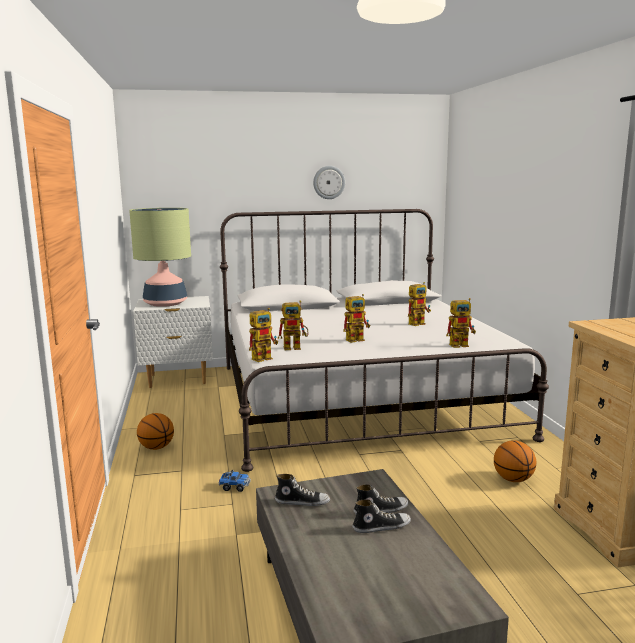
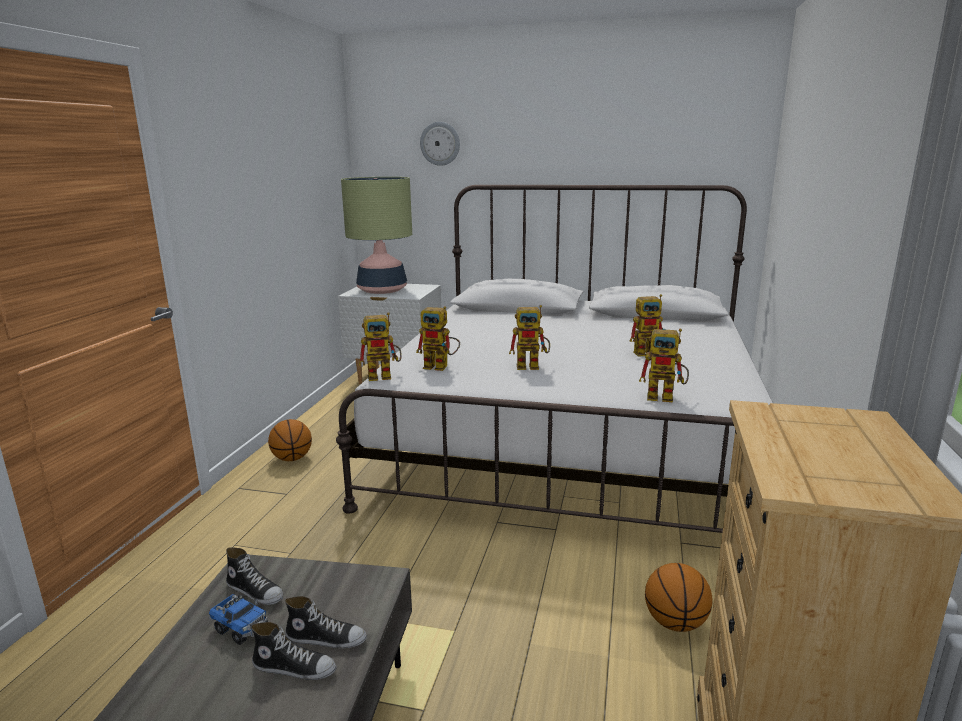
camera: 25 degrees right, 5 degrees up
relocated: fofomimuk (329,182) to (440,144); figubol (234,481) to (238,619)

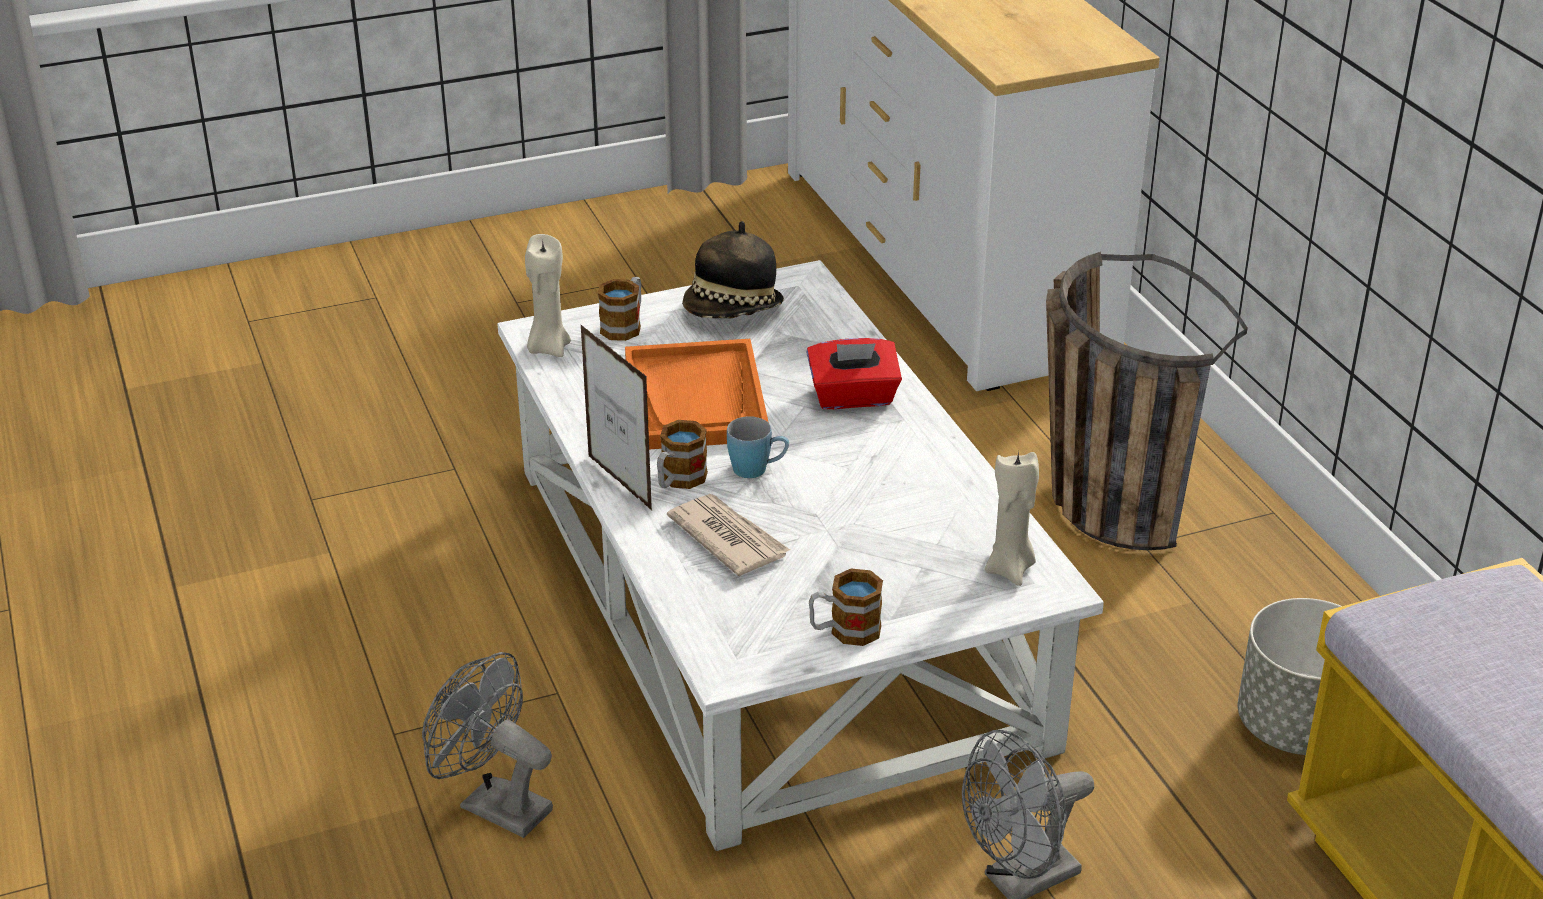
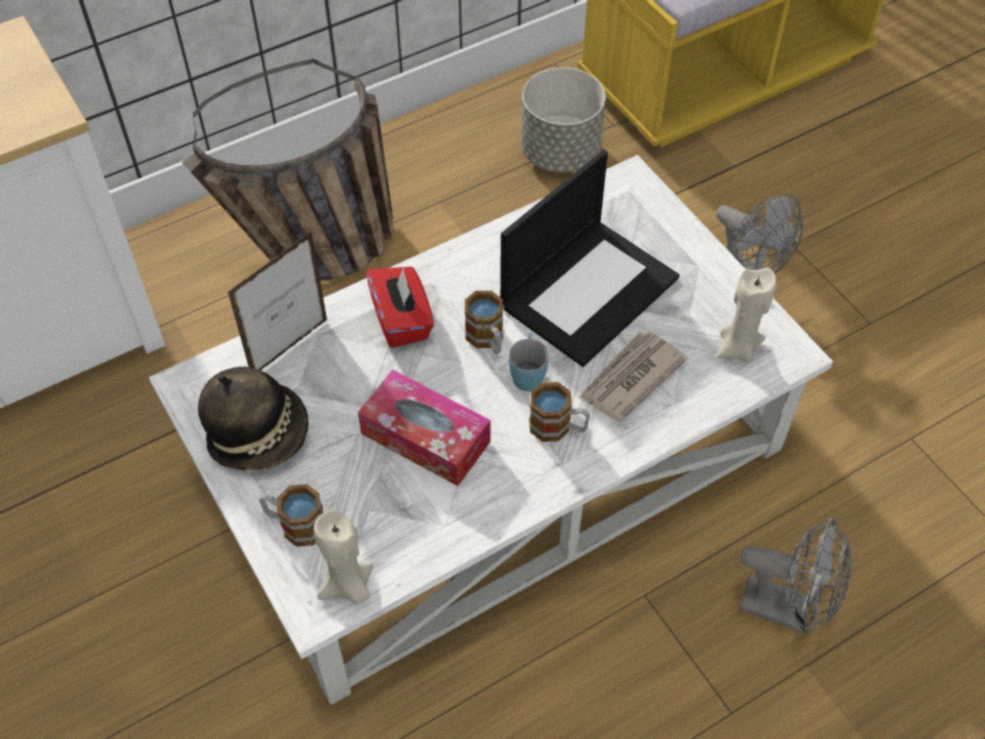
camera: 100 degrees left, 20 degrees up
appeared: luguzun (590,258)
relocated: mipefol (616,417) to (278,301); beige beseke (1012,518) to (747,315); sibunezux (846,607) to (484,322)
exchanged: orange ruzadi (697,394) to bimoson (424,427)
spun: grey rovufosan (487,745) = (795,575) 90 degrees counterclockwise

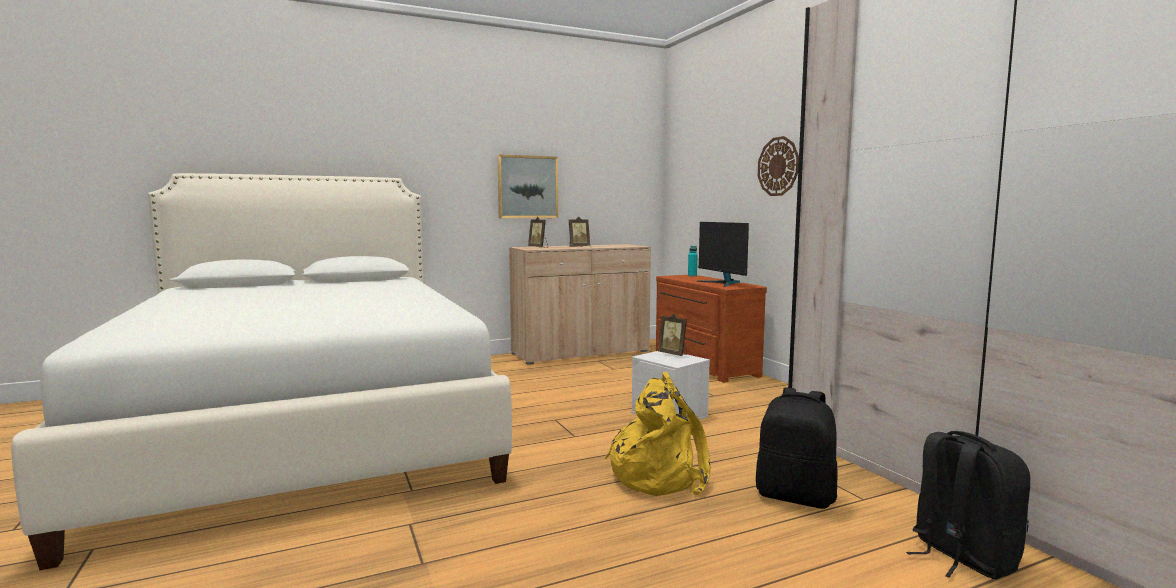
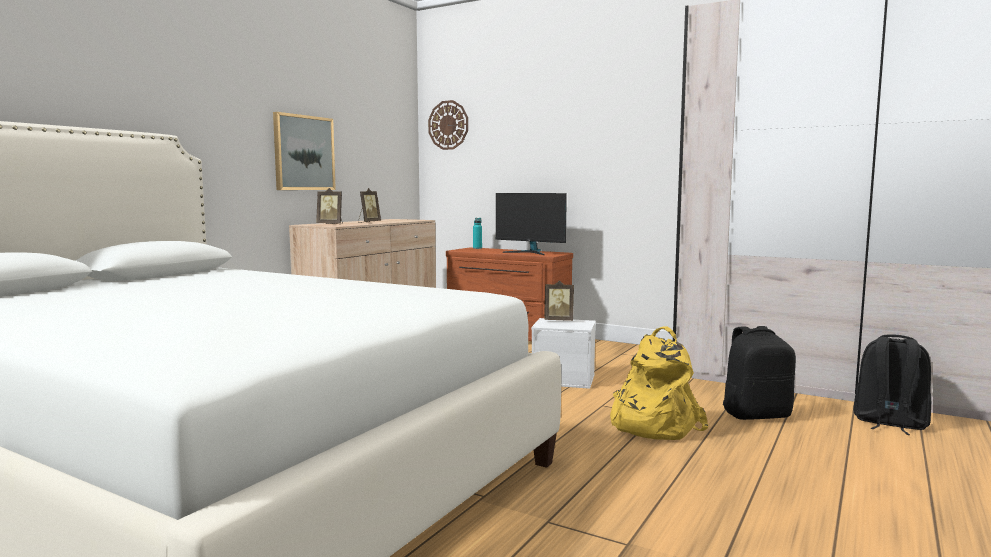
camera: 35 degrees left, 0 degrees up
relocated: fofomimuk (778,166) to (448,125)

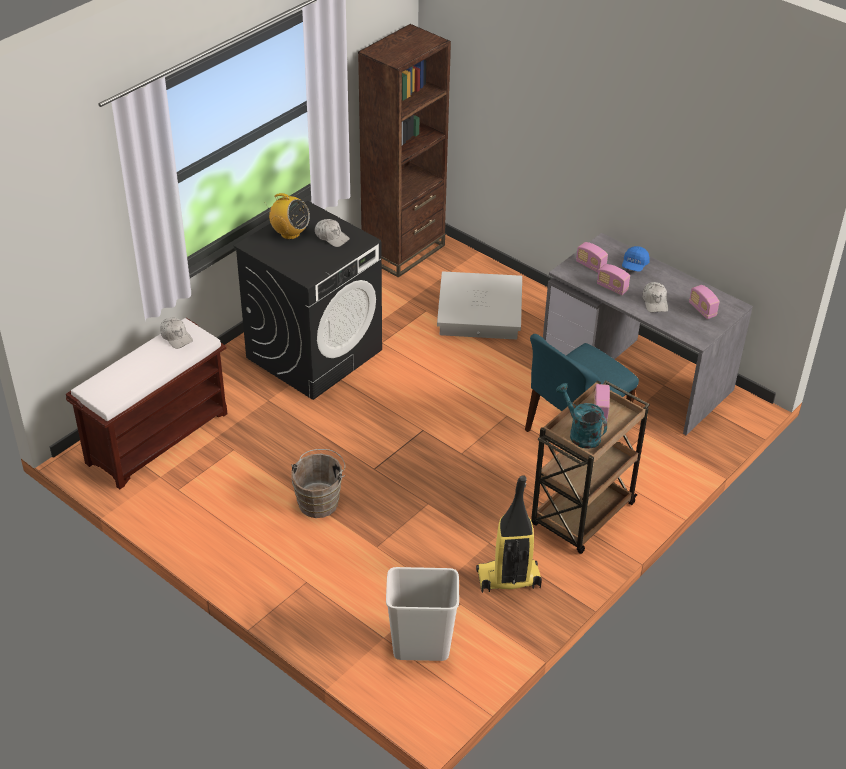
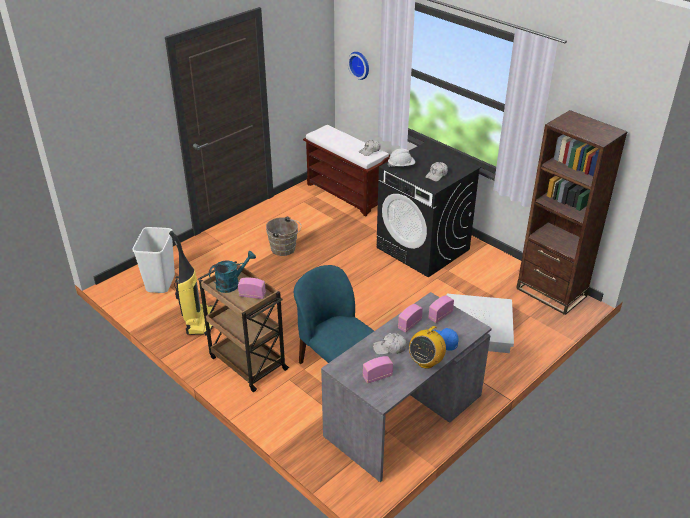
camera: 95 degrees right, 5 degrees down
appeared: fofomimuk (358,66); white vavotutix (401,158)
relocated: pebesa (287,216) to (427,345)

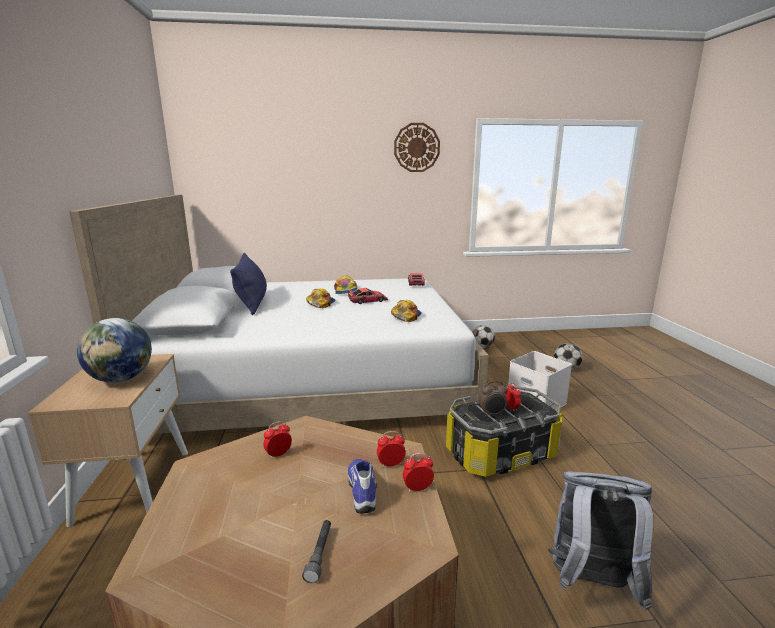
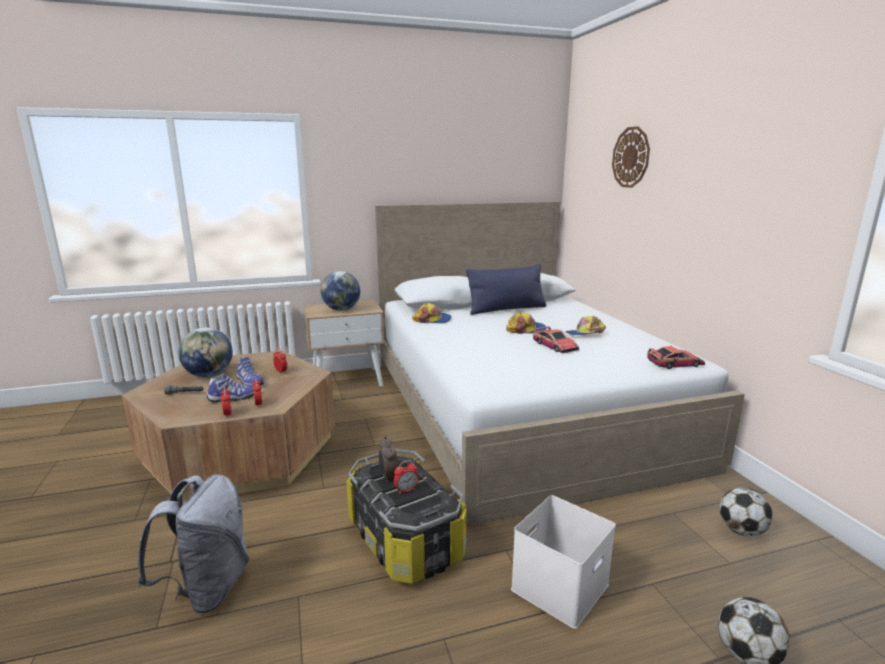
camera: 80 degrees right, 0 degrees up
appeared: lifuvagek (205,352); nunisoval (250,371)
relocated: fofomimuk (417,147) to (631,157); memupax (406,311) to (432,313)

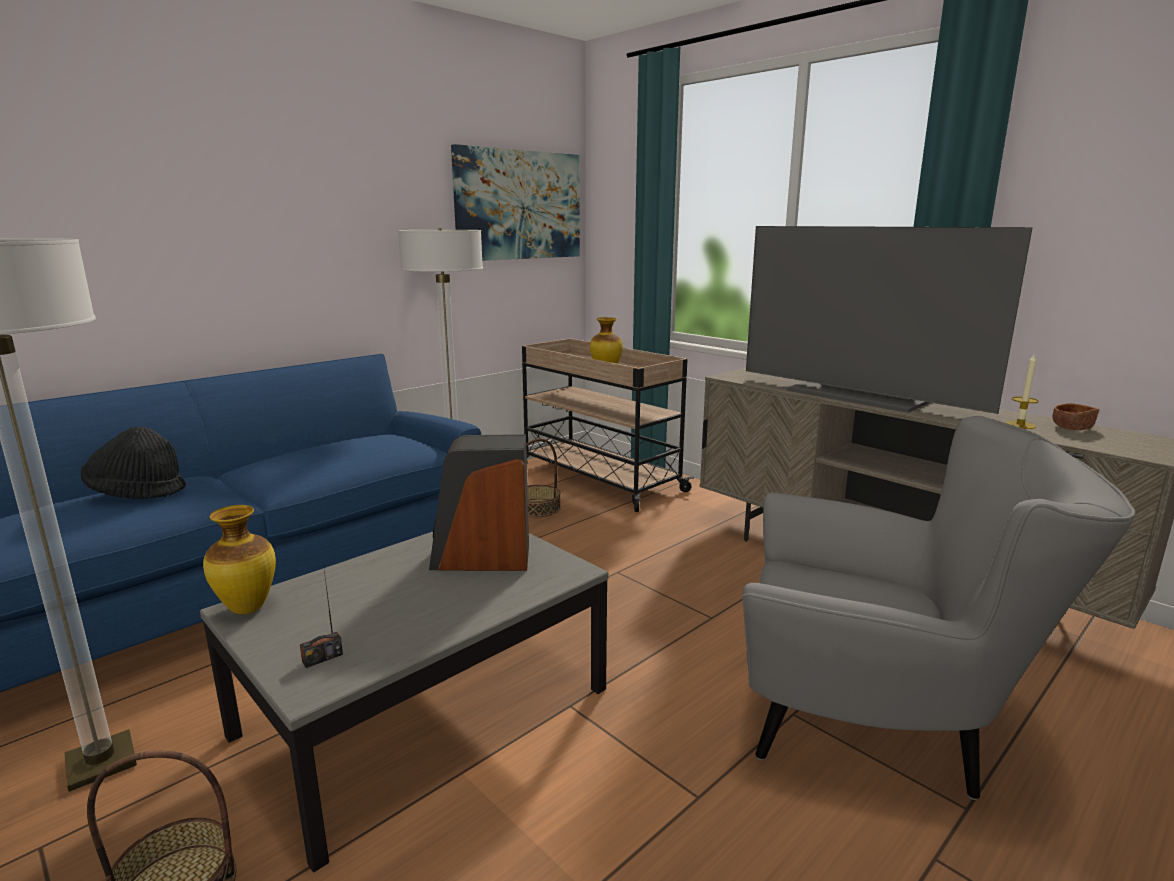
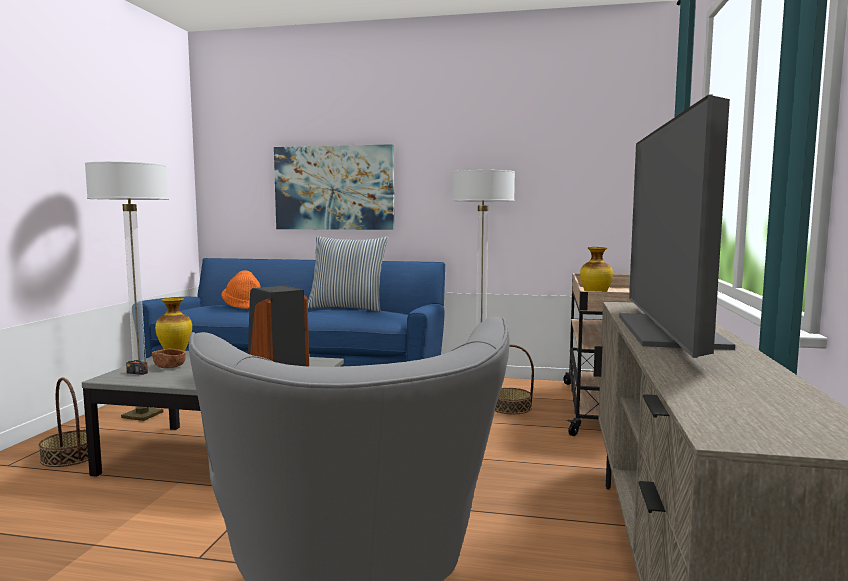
camera: 55 degrees right, 10 degrees down
missing: beseke (1022,392)
appeared: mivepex (348,274)
relocated: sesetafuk (515,202) to (334,187); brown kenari (1076,416) to (168,358)
colour: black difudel (133,462) to orange difudel (241,290)

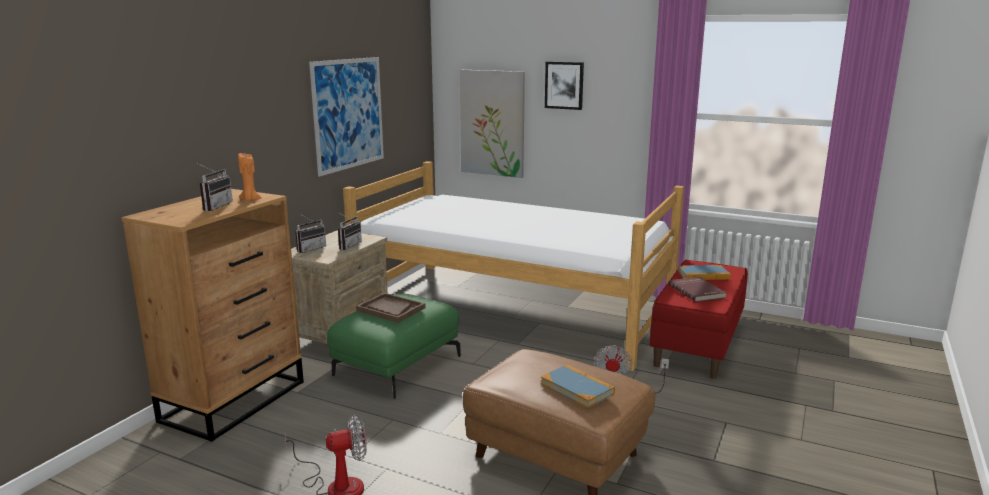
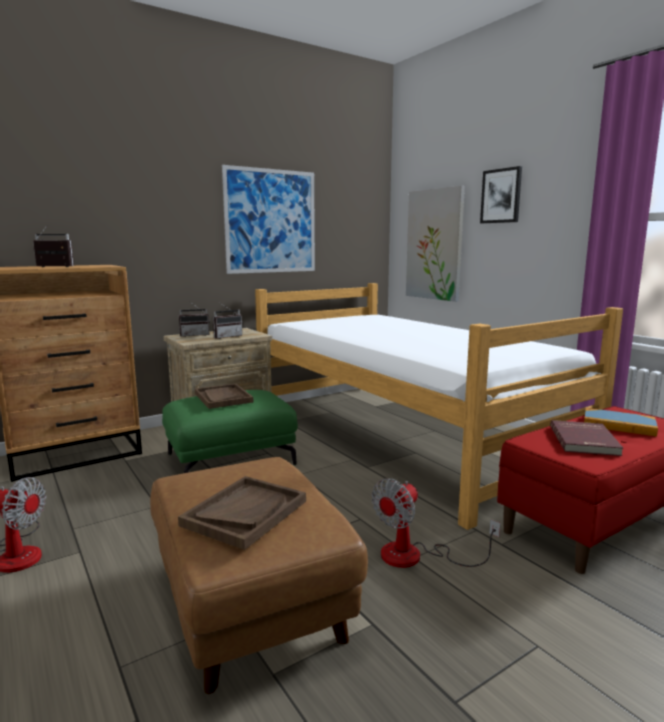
camera: 30 degrees right, 5 degrees down
missing: orange beseke (250,177)
exchanged: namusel (578,386) to brown ruzadi (242,513)
spun: pebesa (215,187) = (53,245) 135 degrees counterclockwise

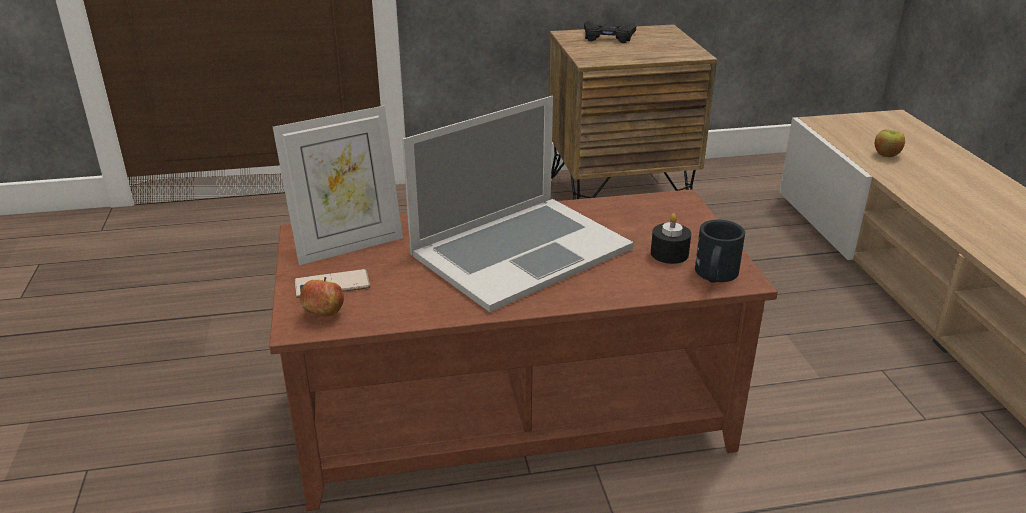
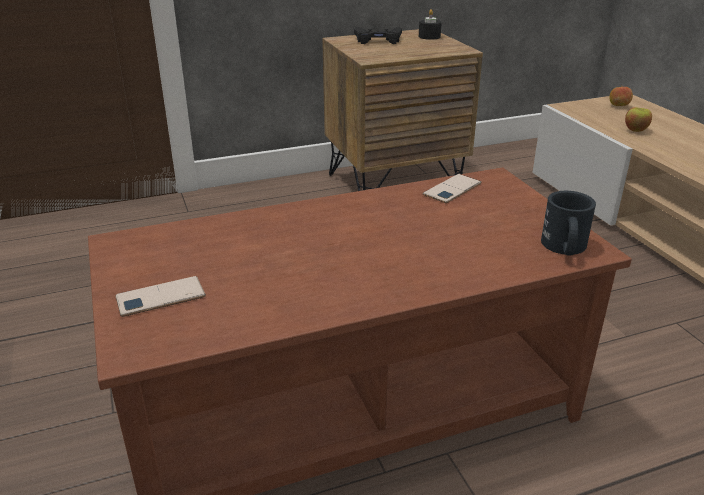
camera: 10 degrees left, 0 degrees up
missing: luguzun (517,204); mipefol (338,185)
appeared: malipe (452,188)
relocated: black beseke (671,238) to (430,24); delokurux (322,296) to (621,96)

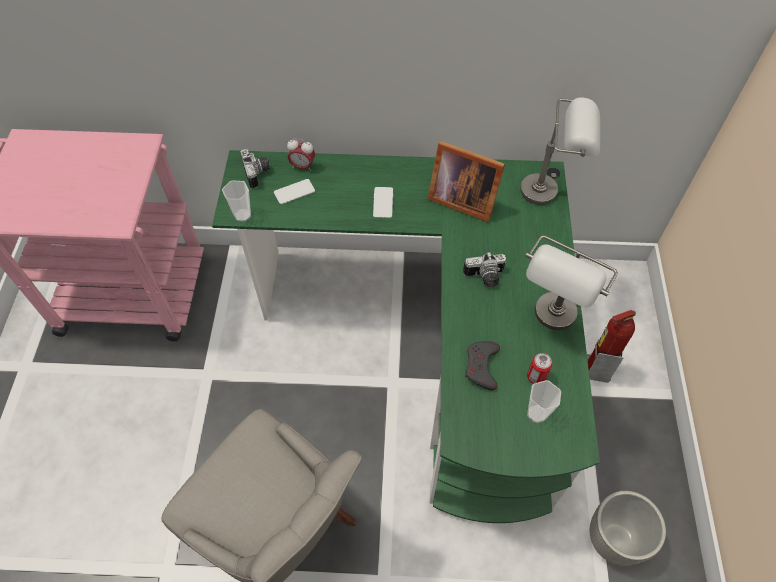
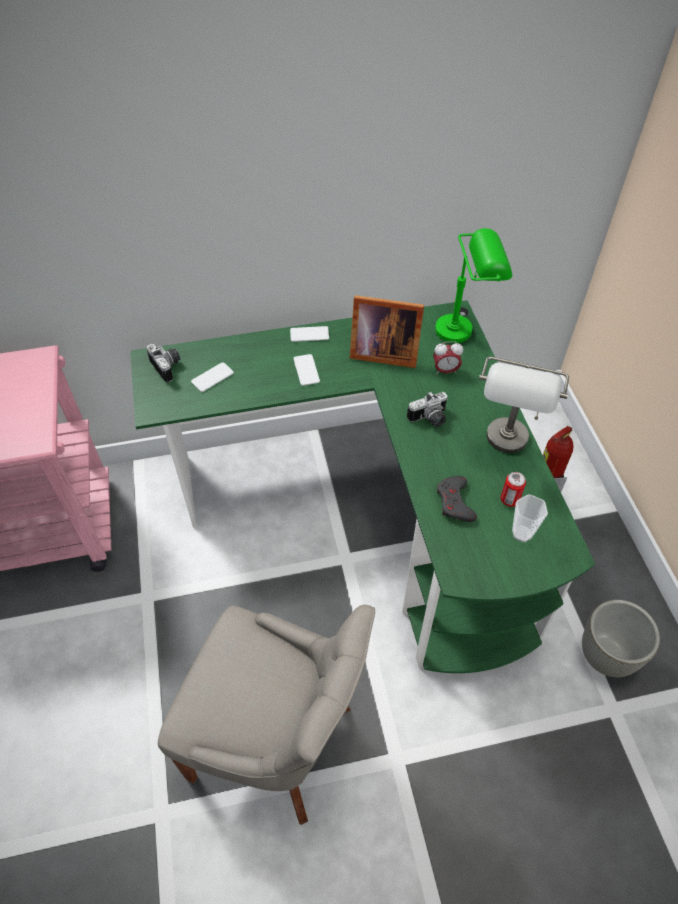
camera: 15 degrees left, 5 degrees down
missing: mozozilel (236,201)
appeared: malipe (309,334)
relocated: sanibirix (301,155) to (448,358)
colour: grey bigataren (560,151) to green bigataren (473,285)

